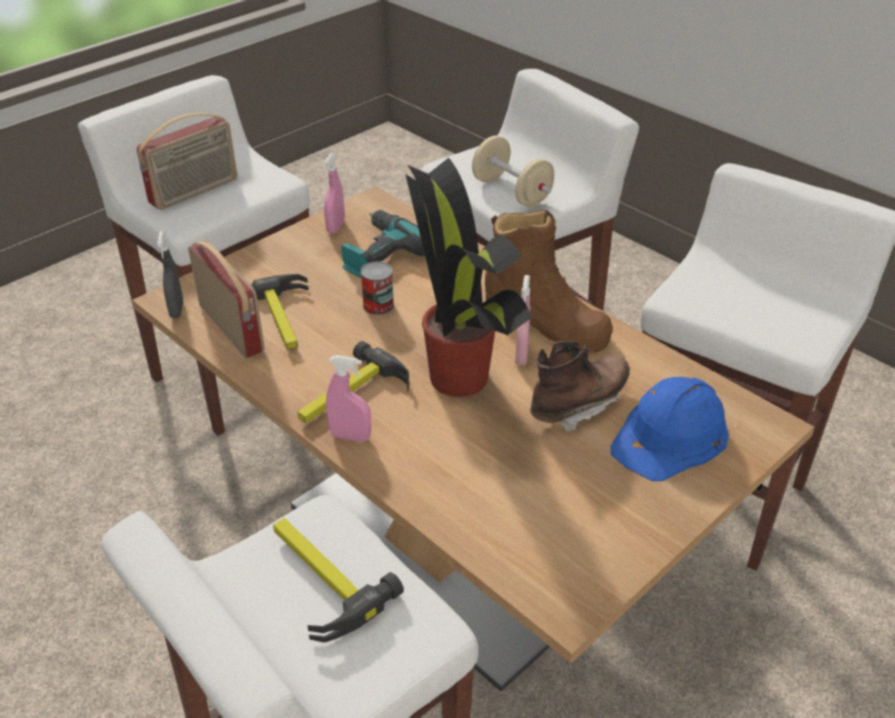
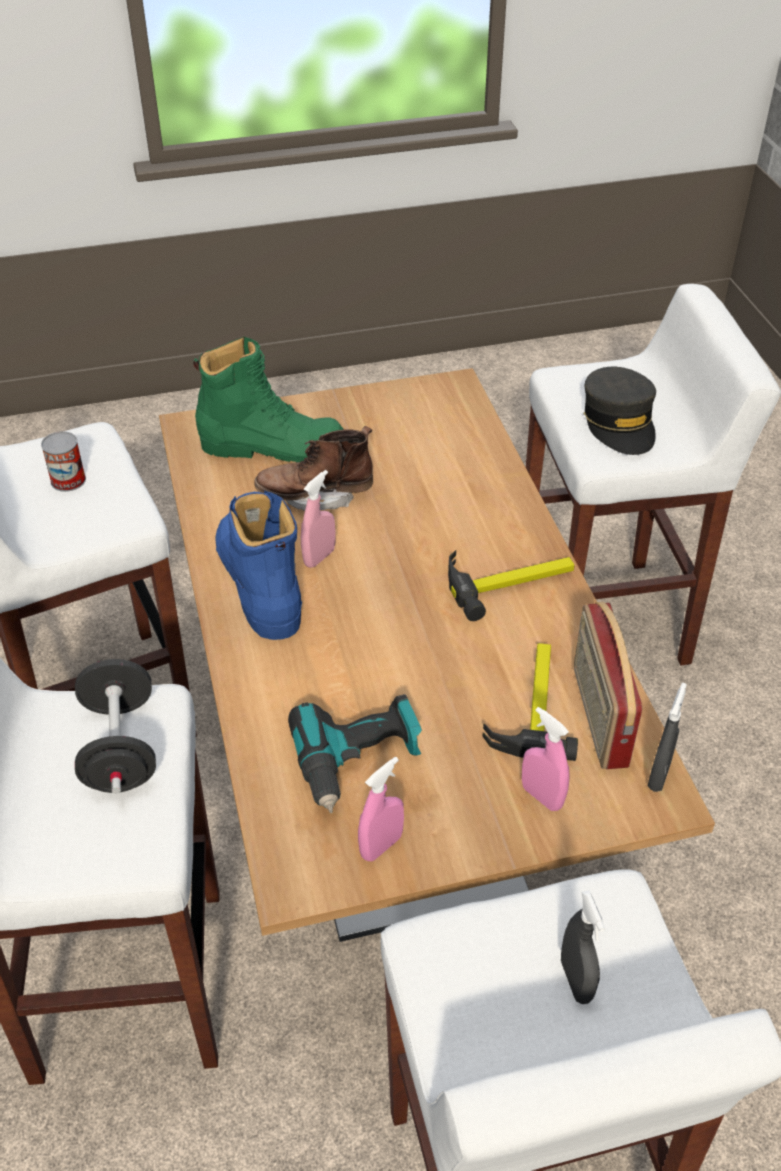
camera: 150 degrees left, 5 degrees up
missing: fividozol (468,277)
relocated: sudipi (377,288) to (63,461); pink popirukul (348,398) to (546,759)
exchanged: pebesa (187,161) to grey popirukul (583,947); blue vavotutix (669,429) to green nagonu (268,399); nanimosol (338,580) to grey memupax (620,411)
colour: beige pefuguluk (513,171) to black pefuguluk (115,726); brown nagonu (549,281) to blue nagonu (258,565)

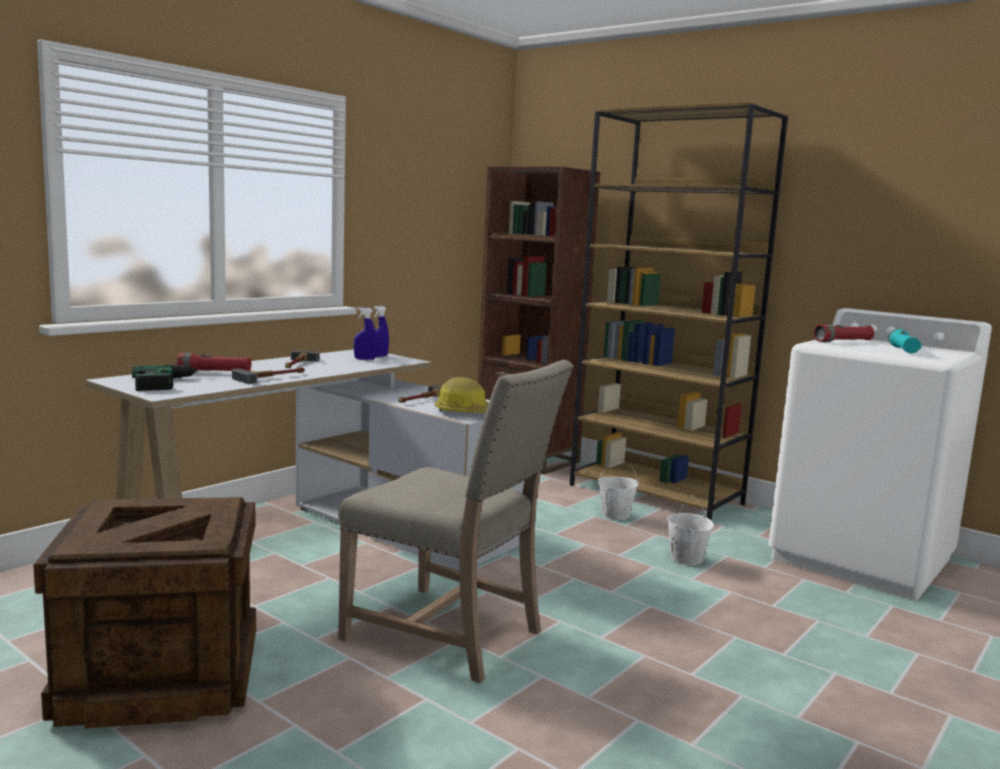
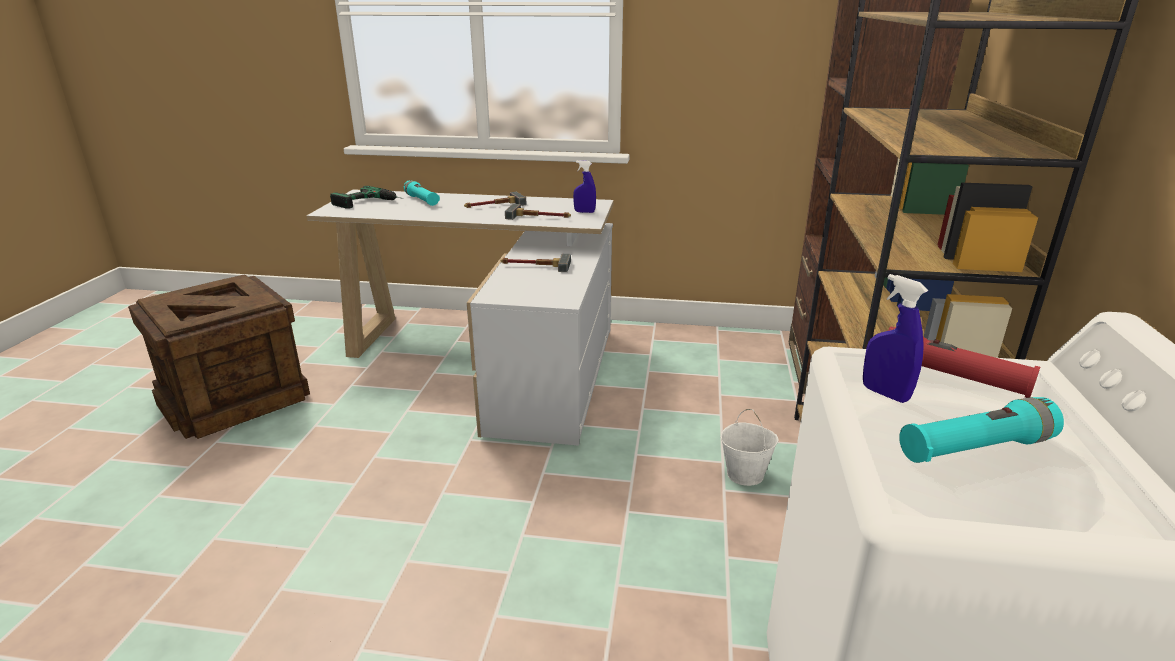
camera: 60 degrees right, 15 degrees up
missing: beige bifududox (456,521); vavotutix (462,395); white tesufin (690,529)
relocated: blue popirukul (365,333) to (895,338); nanimosol (268,375) to (538,212)
colour: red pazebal (214,362) to turquoise pazebal (422,193)

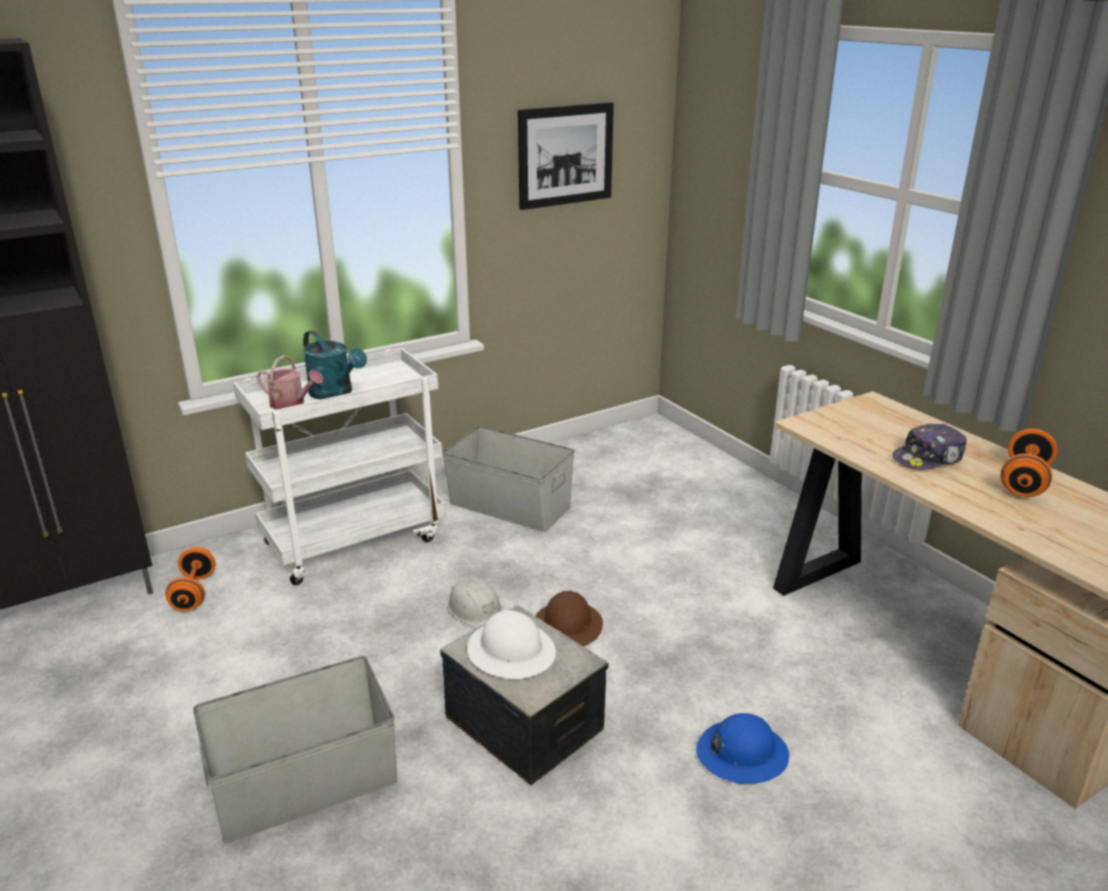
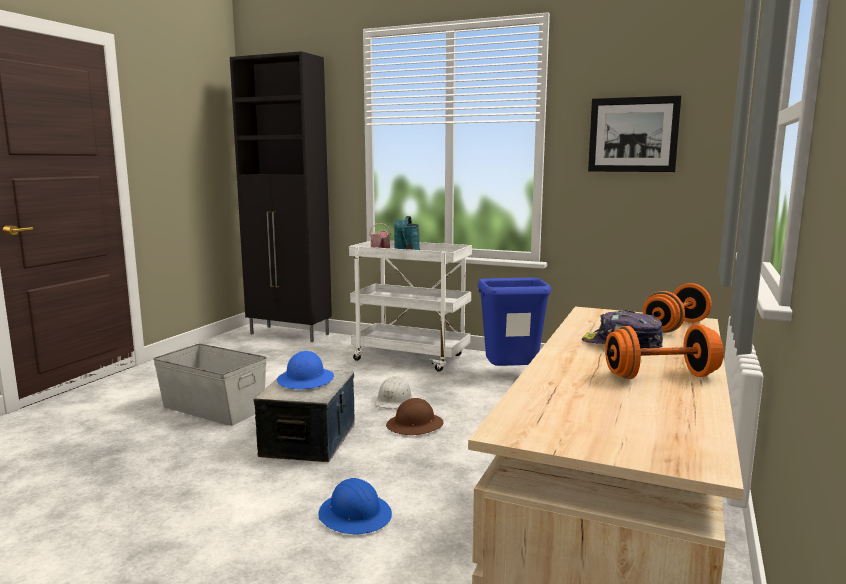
camera: 55 degrees right, 15 degrees down
relocated: orange pefuguluk (190,579) to (677,308)
exchanged: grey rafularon (508,479) to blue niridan (515,322)
colour: white vavotutix (511,644) to blue vavotutix (305,370)

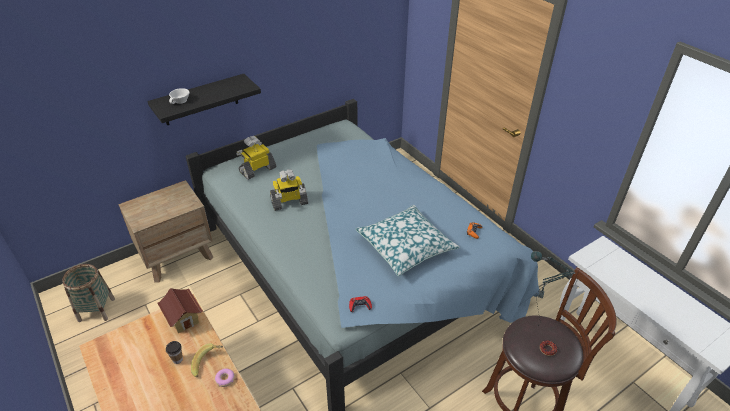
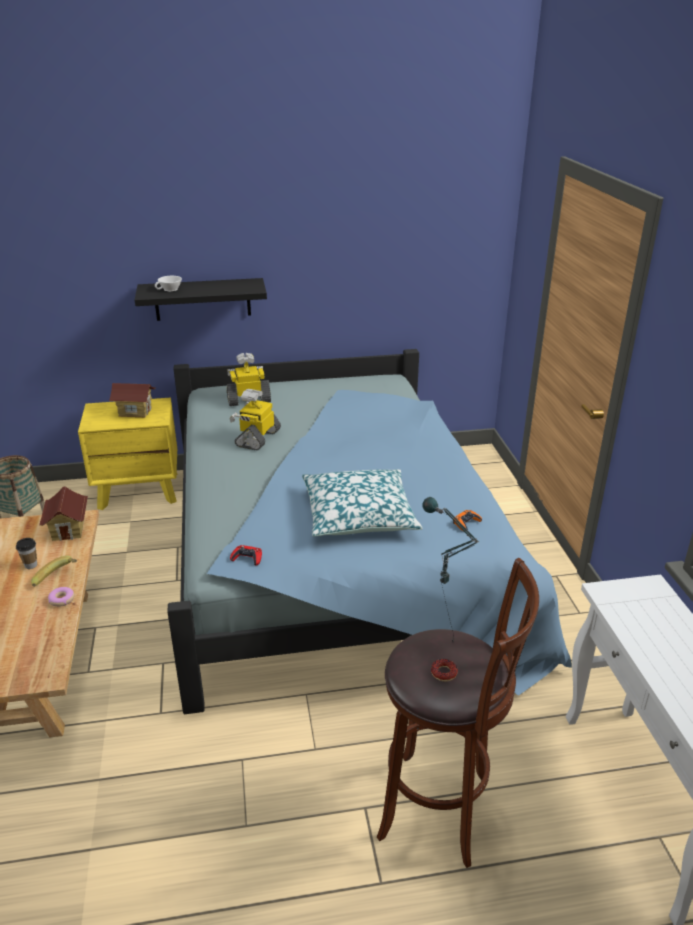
camera: 25 degrees right, 10 degrees down
appeared: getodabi (132,400)
colour: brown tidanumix (165,231) to yellow tidanumix (128,453)
spun: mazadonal (289,190) = (255,419) 105 degrees clockwise

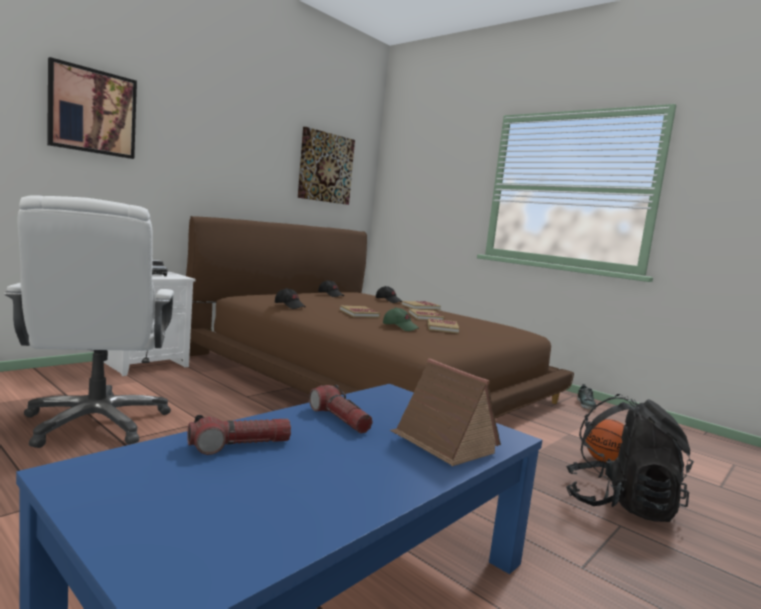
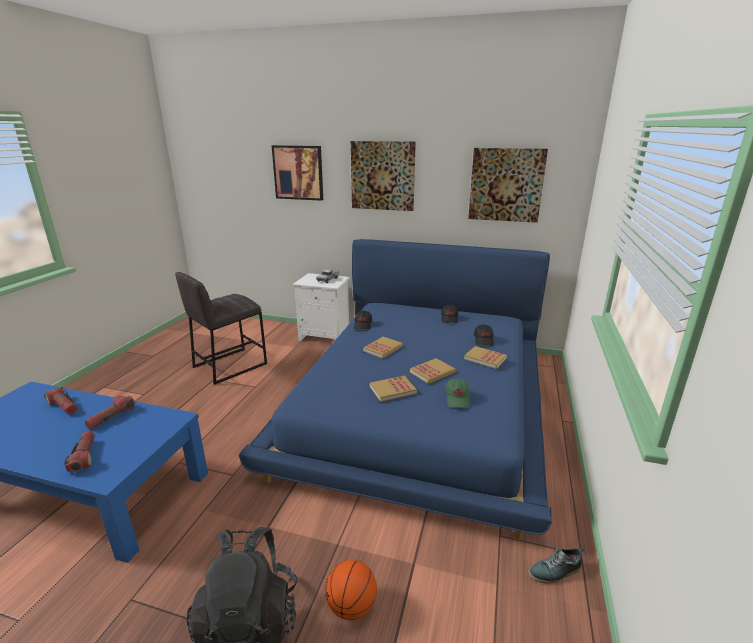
camera: 65 degrees right, 15 degrees up
appeared: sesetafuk (383,176)
relocated: green memupax (401,319) to (457,393)
exchanged: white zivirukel (89,321) to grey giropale (221,328); getodabi (445,412) to pazebal (79,451)
colour: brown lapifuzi (380,317) to blue lapifuzi (395,389)

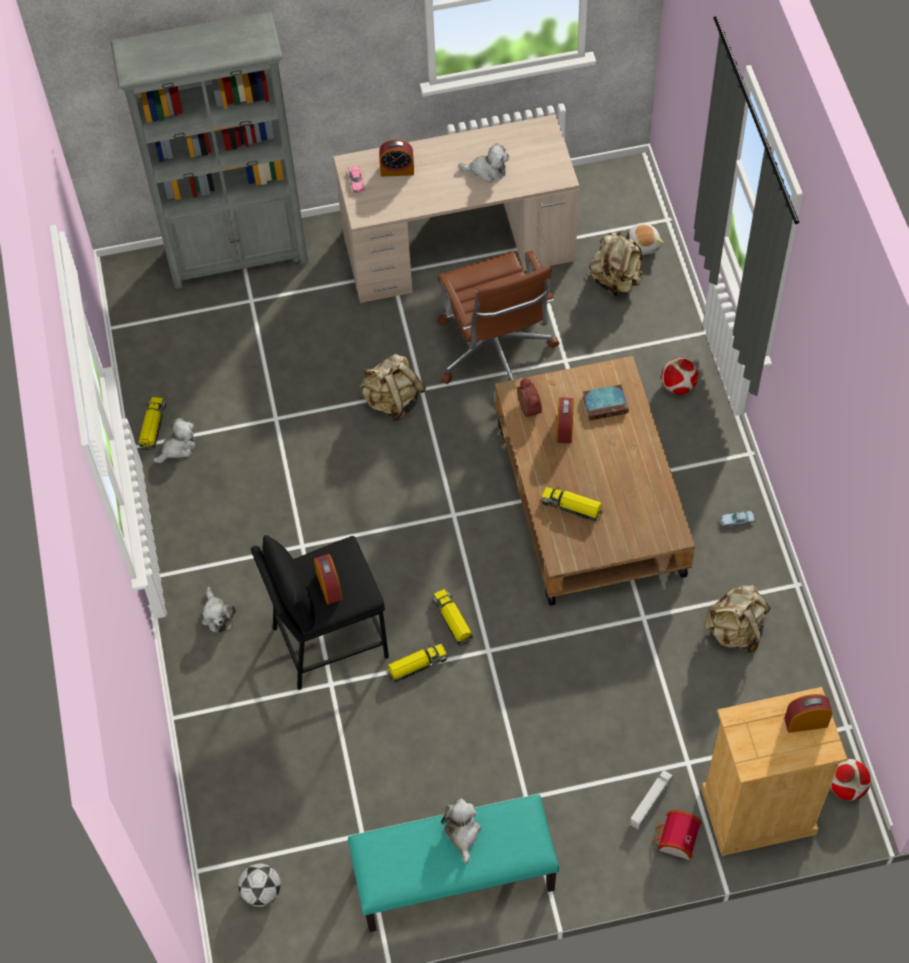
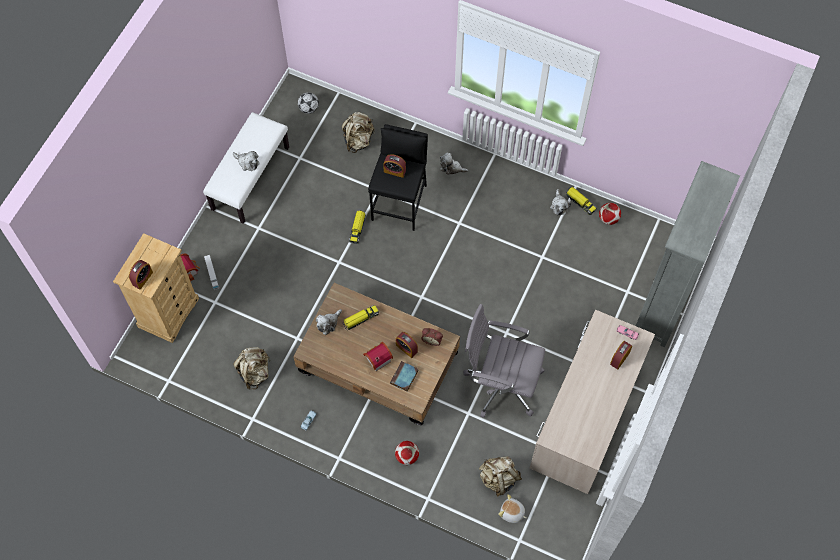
camera: 125 degrees right, 5 degrees up
missing: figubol (453,617)
appeared: getodabi (378,356)
relocated: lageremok (483,163) to (329,322); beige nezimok (392,387) to (358,132); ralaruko (850,779) to (610,214)
colour: brown zivirukel (498,317) to grey zivirukel (504,361); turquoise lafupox (453,863) to white lafupox (246,168)

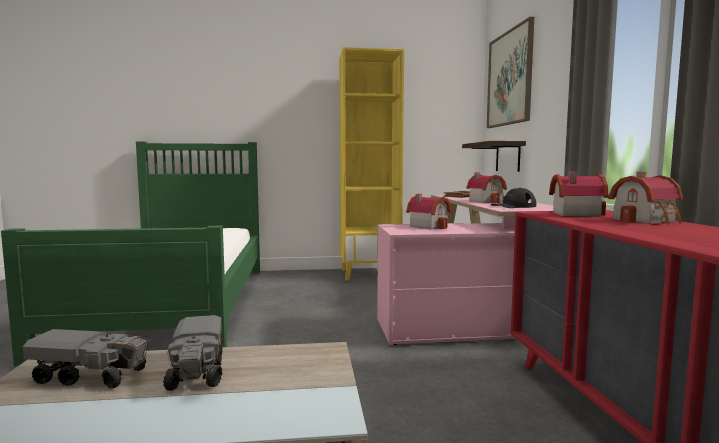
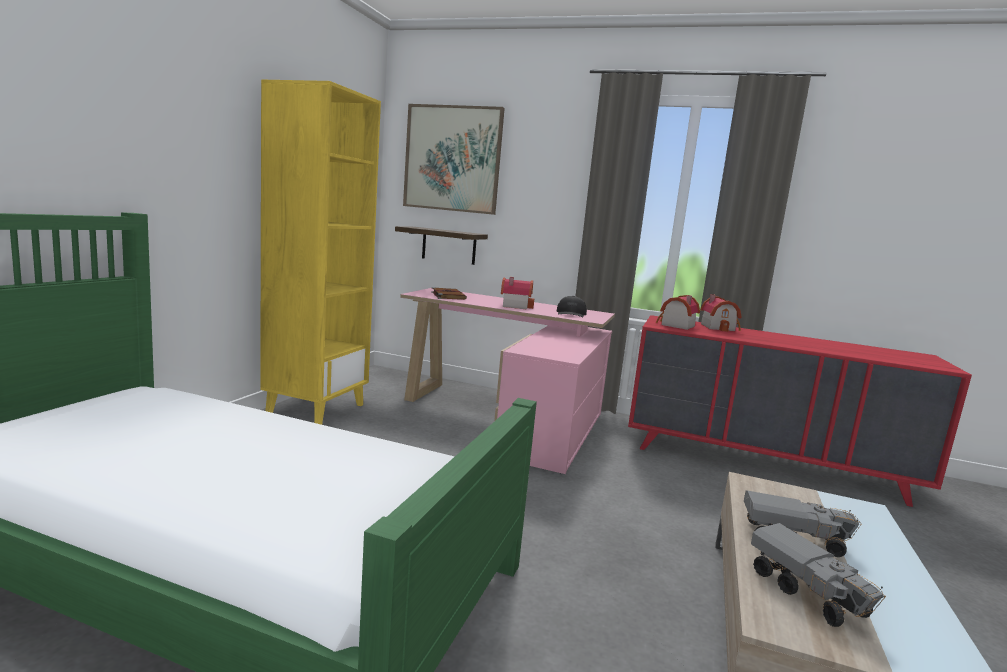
camera: 65 degrees left, 5 degrees up
missing: getodabi (429,211)
spun: figubol (86,359) = (818,575) 120 degrees clockwise

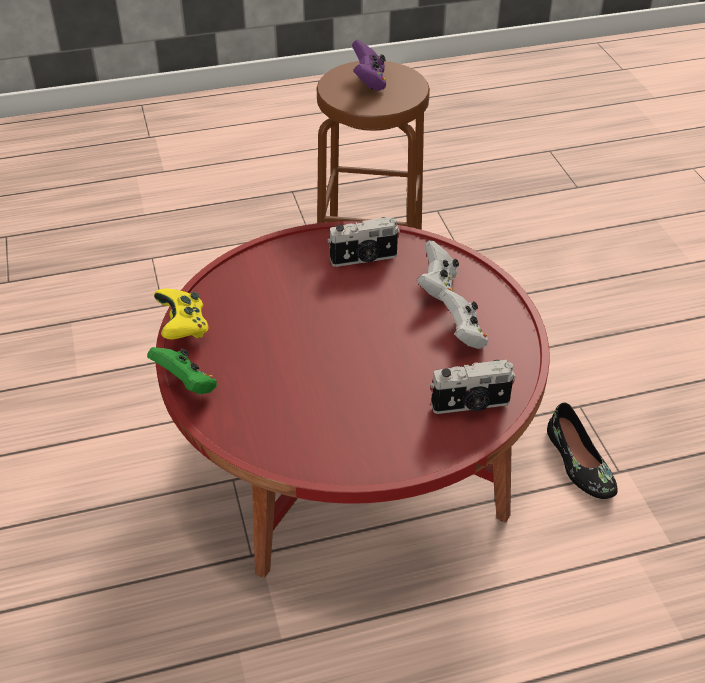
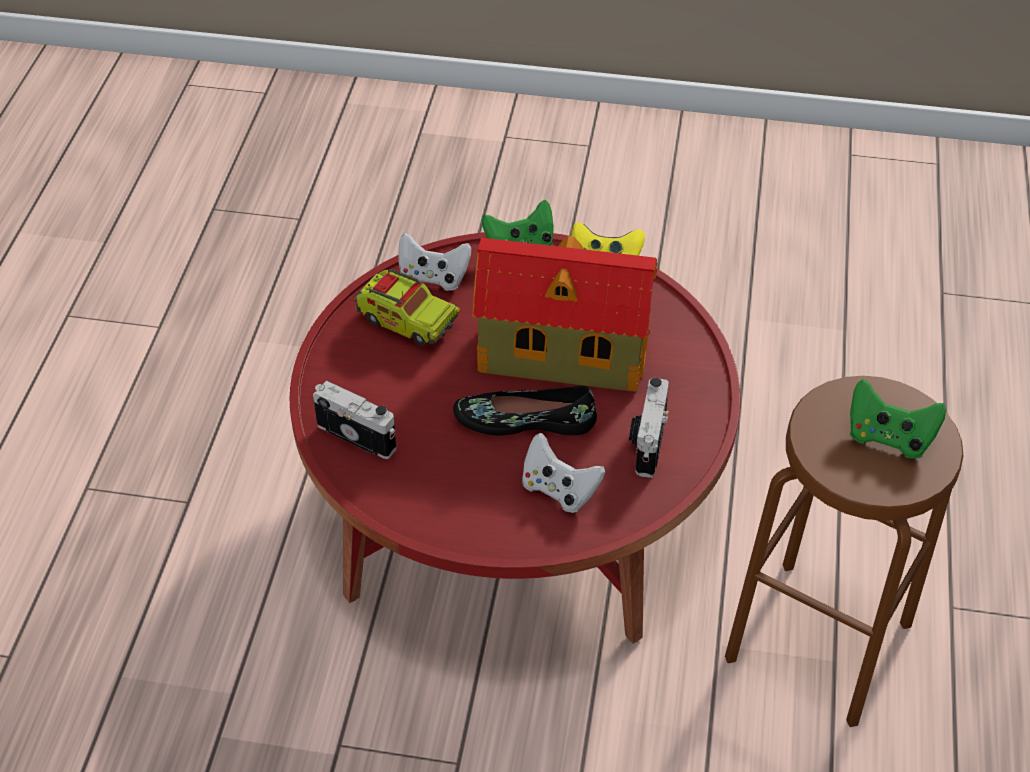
camera: 115 degrees right, 5 degrees up
appeared: getodabi (565,314); figubol (407,307)
relocated: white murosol (463,319) to (434,262); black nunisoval (582,451) to (525,410)
colour: purple murosol (369,65) to green murosol (898,419)
spun: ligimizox (473,387) = (354,420) 105 degrees clockwise

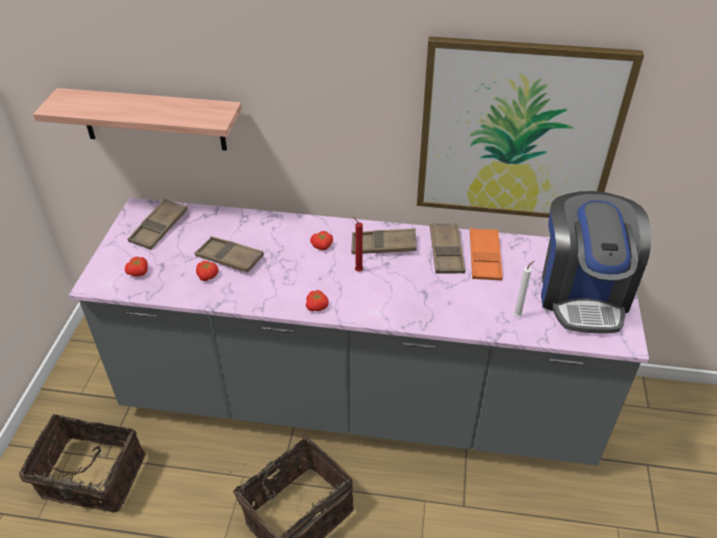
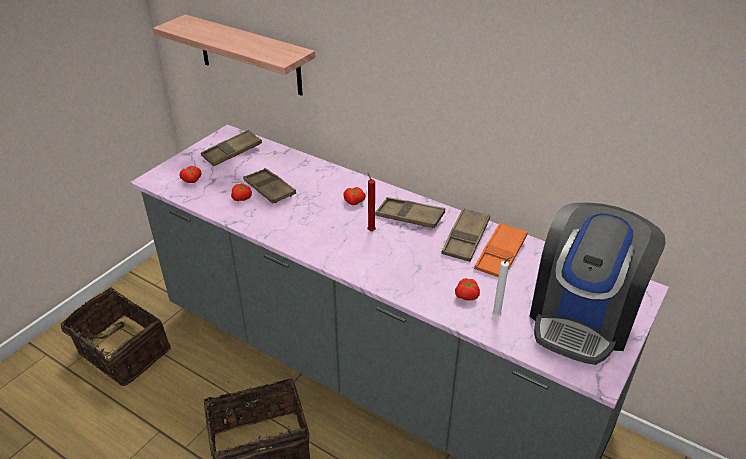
camera: 25 degrees right, 5 degrees down
missing: sesetafuk (530,127)
relocated: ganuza (317,300) to (467,289)

